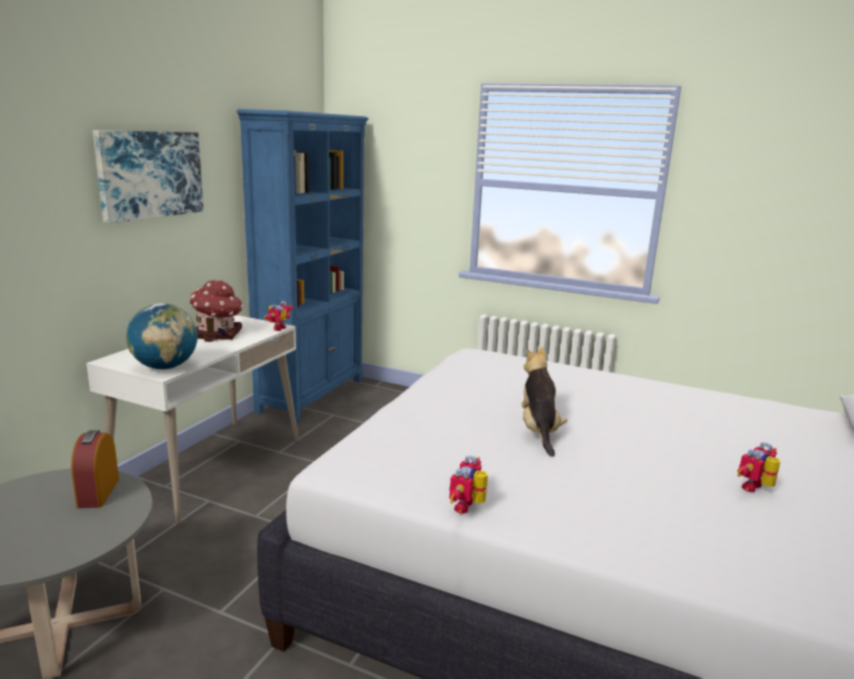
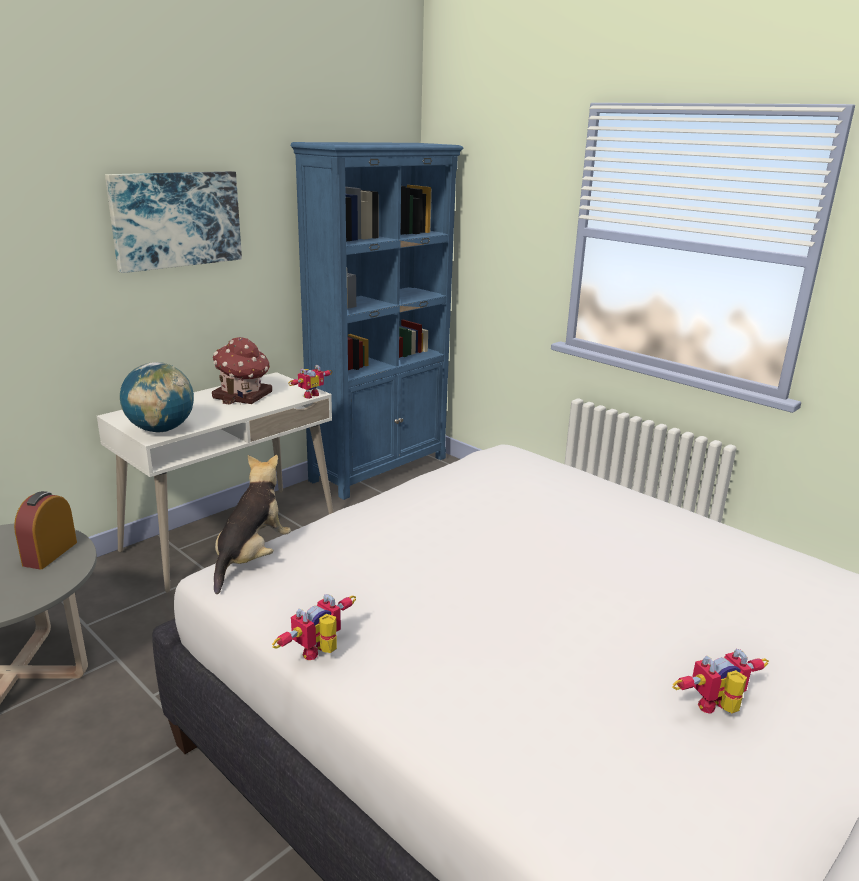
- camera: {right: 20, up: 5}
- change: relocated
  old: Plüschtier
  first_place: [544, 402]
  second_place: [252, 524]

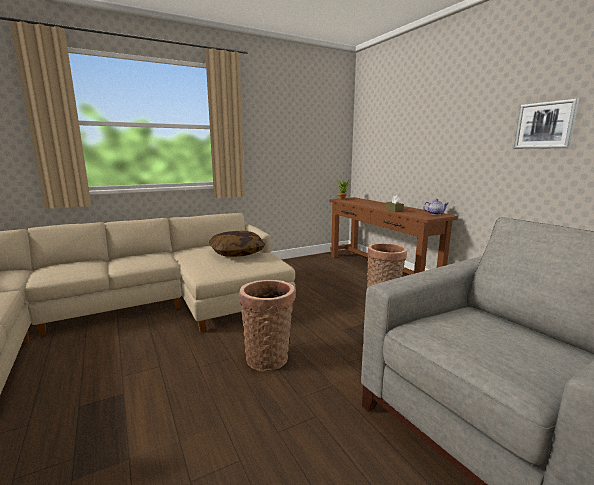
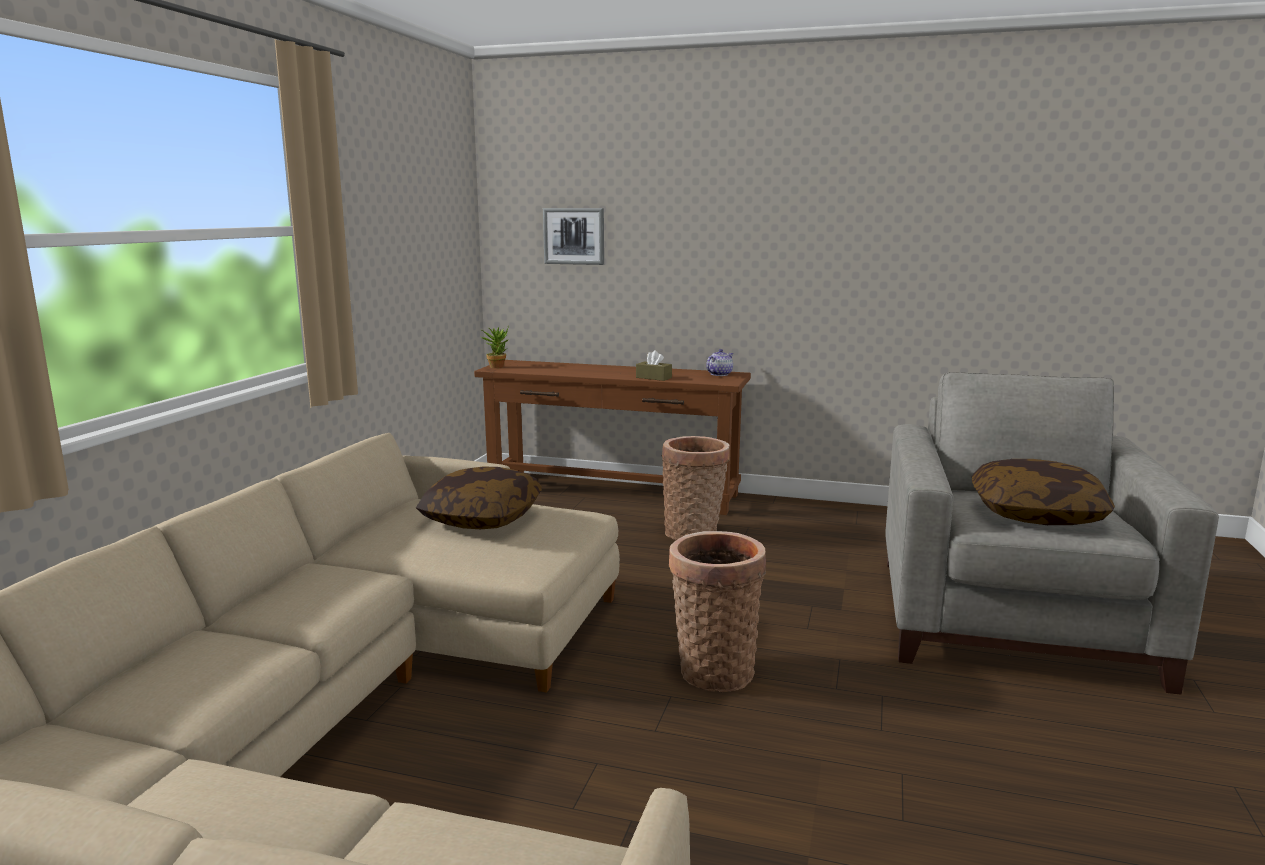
- camera: {right: -45, up: 0}
- change: relocated
  old: Bild
  first_place: [546, 124]
  second_place: [573, 236]
- change: appeared
  new: Kissen
  second_place: [1043, 492]

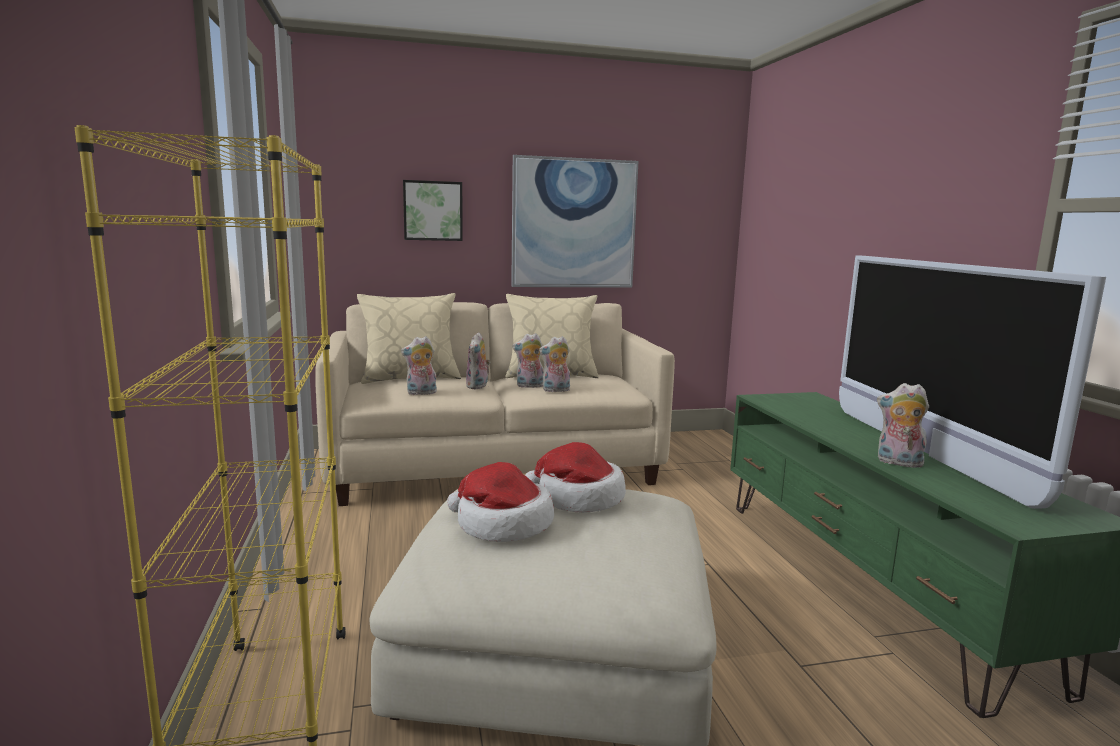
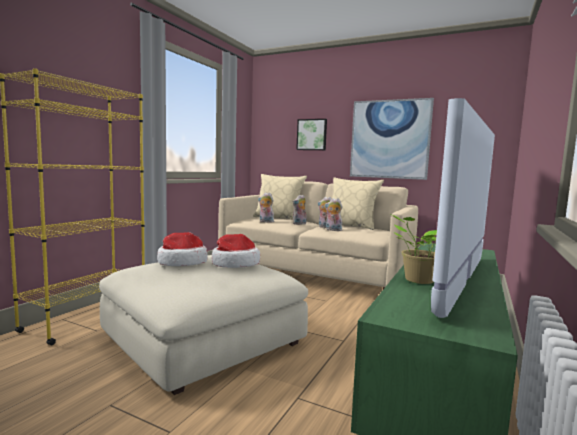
- camera: {right: 40, up: -5}
- change: exchanged
  old: Plüschtier
  new: Topfpflanze
  first_place: [903, 425]
  second_place: [413, 249]

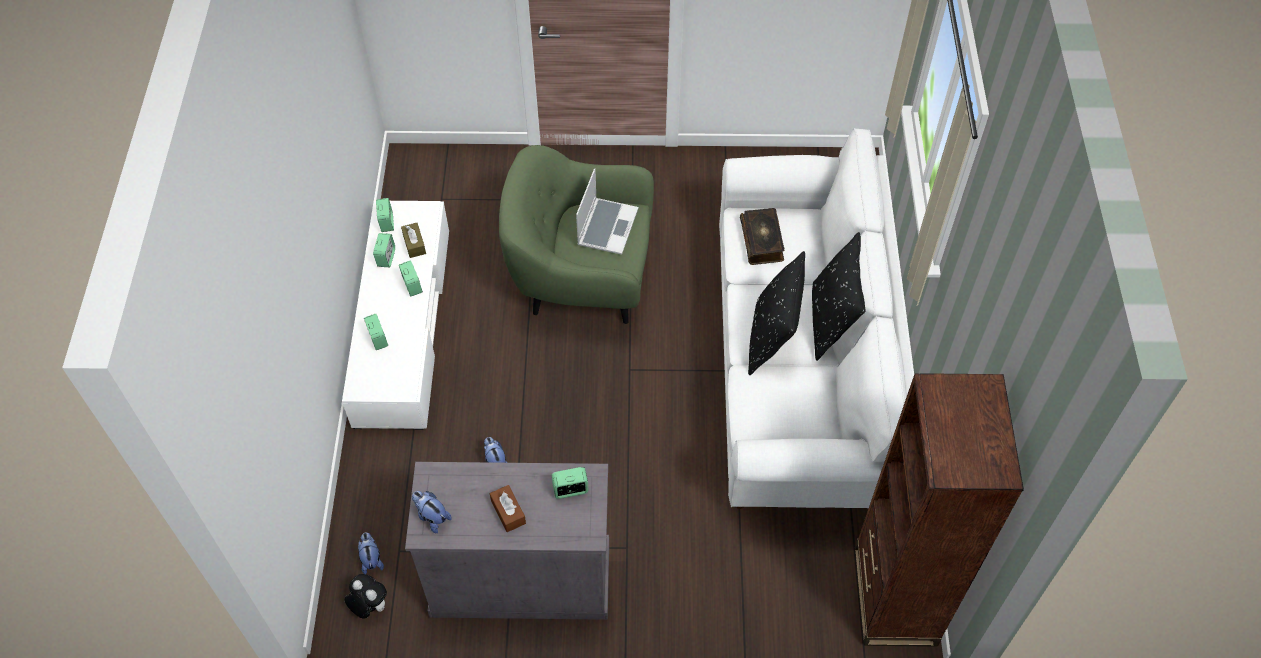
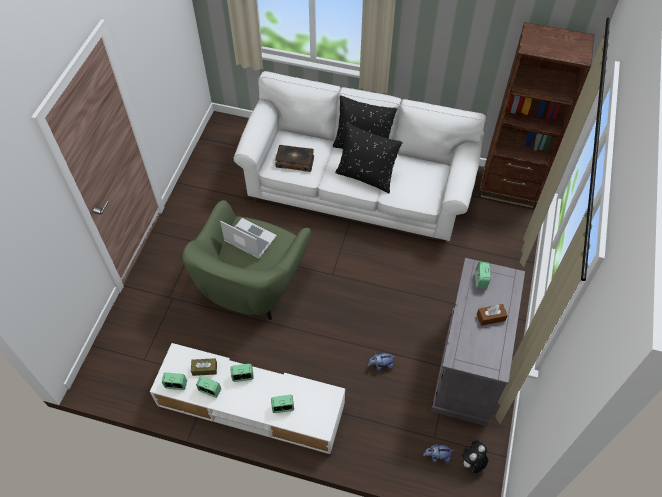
- camera: {right: -75, up: 0}
- change: missing
  old: Plüschtier
  first_place: [432, 512]

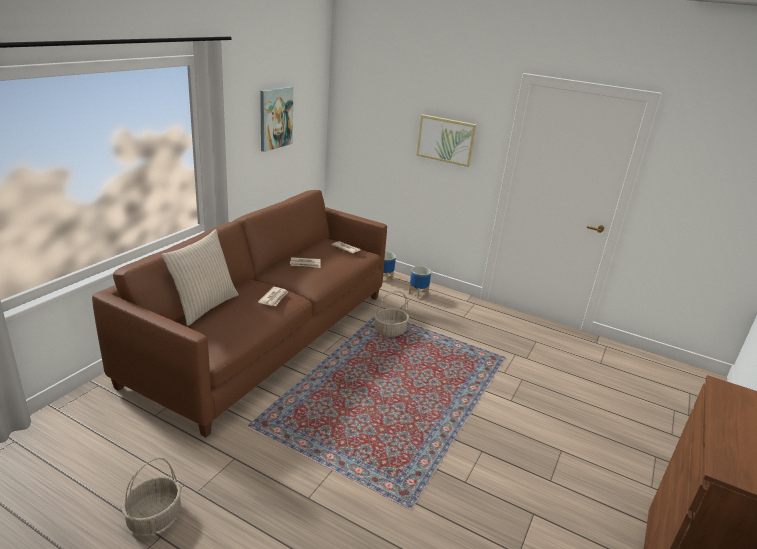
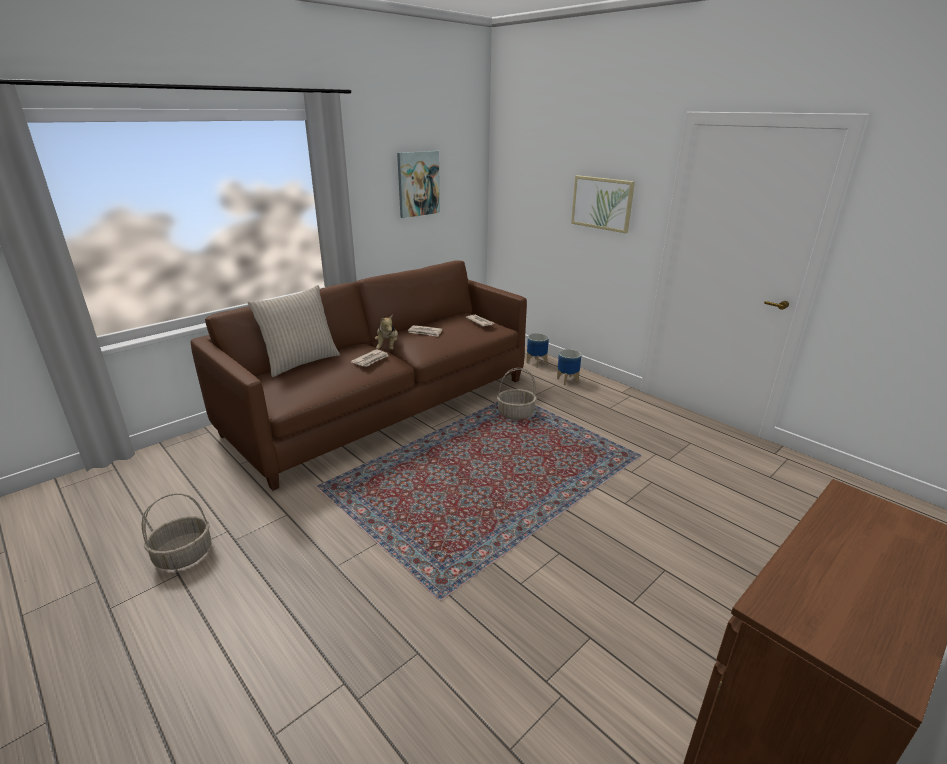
- camera: {right: 20, up: 0}
- change: appeared
  new: Plüschtier
  second_place: [386, 332]

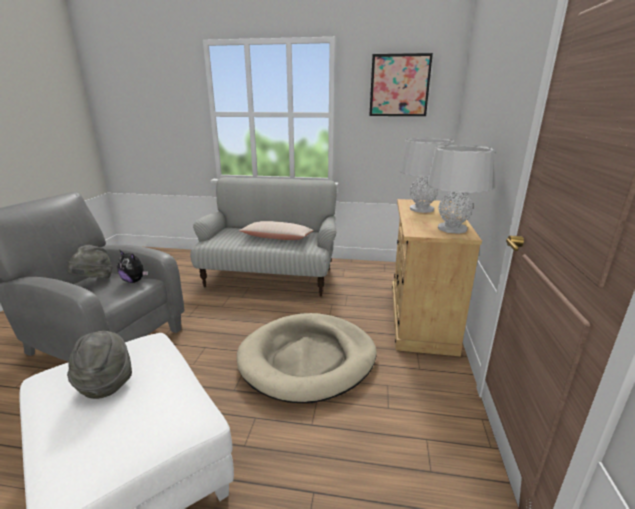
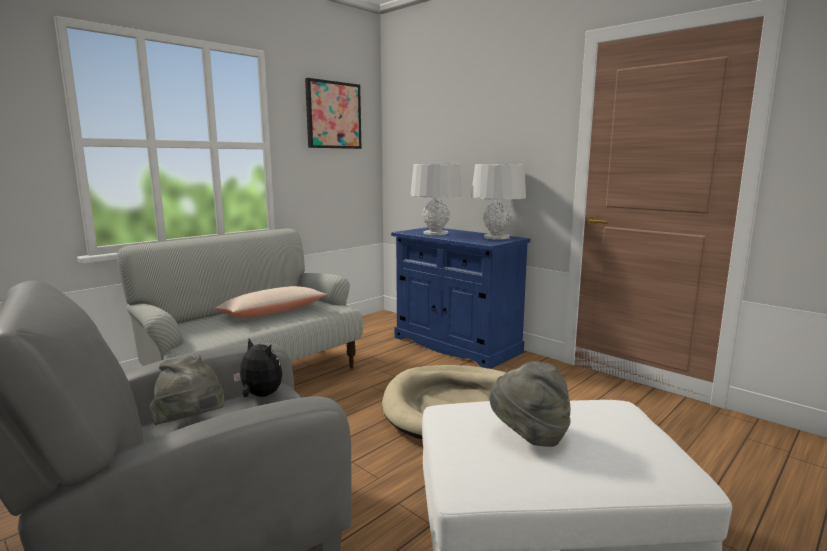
- camera: {right: -55, up: -10}
- change: colour
  old: Schrank (beige)
  new: Schrank (blau)
  first_place: [437, 277]
  second_place: [460, 298]
- change: spun
  old: Plüschtier
  first_place: [132, 266]
  second_place: [257, 367]
  degrees: -120

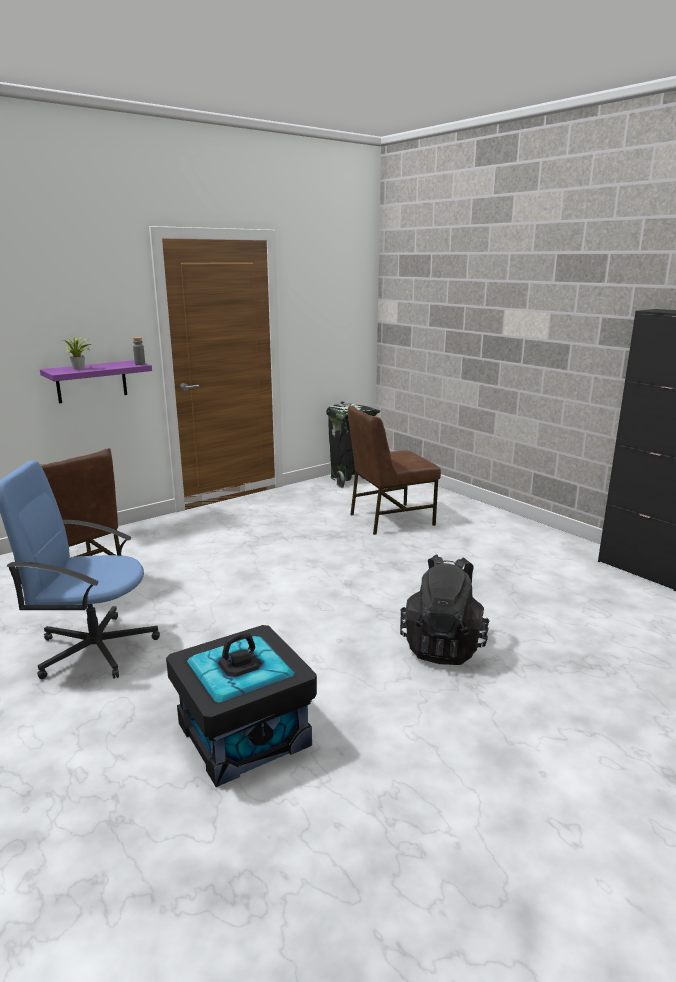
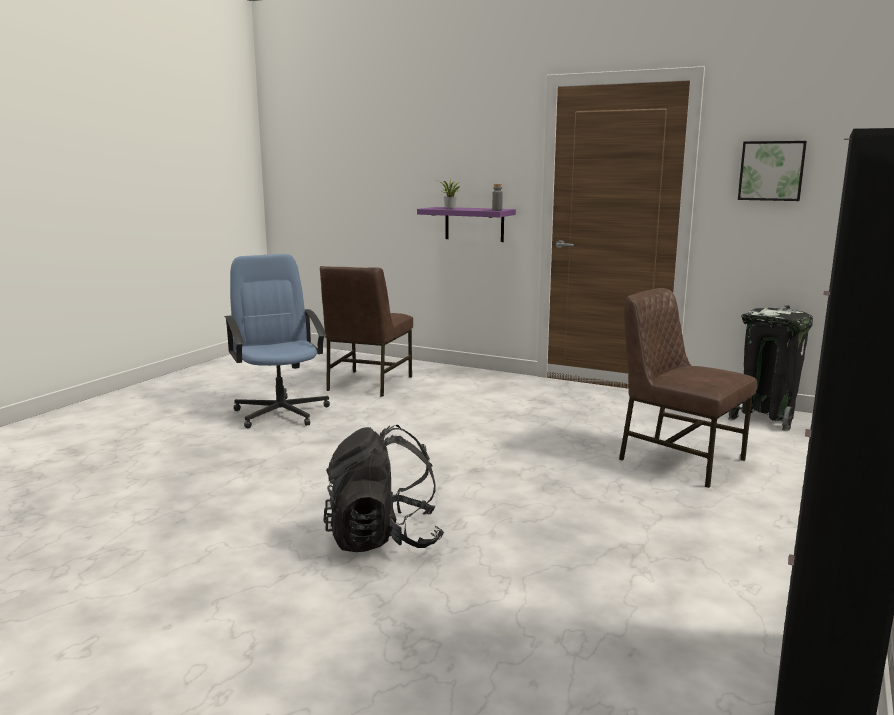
- camera: {right: 65, up: -5}
- change: missing
  old: Aufbewahrungsbox (schwarz)
  first_place: [241, 706]
- change: appeared
  new: Bild
  second_place: [772, 171]

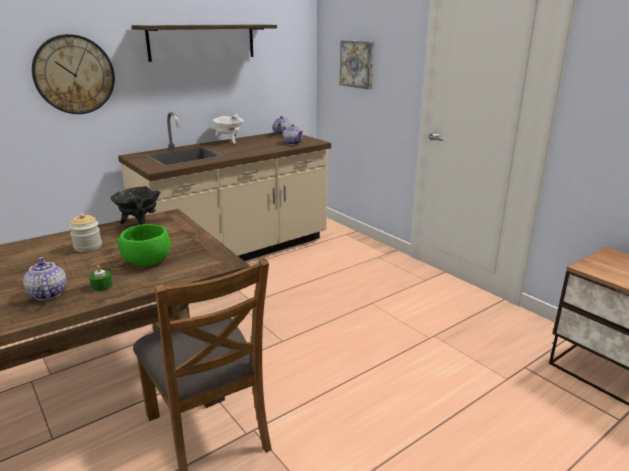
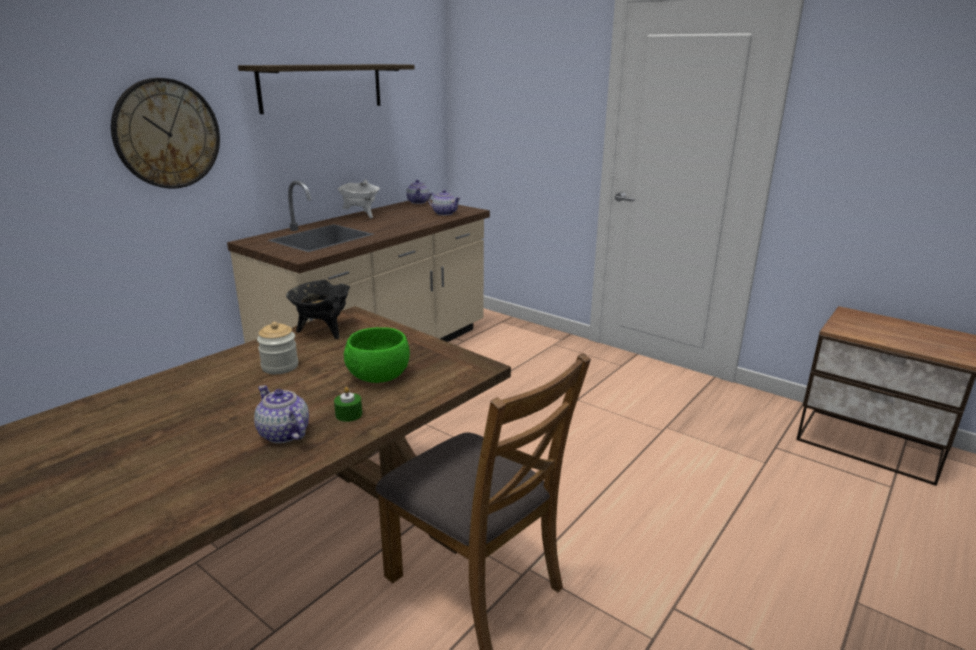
- camera: {right: -15, up: 0}
- change: missing
  old: Bild
  first_place: [357, 64]

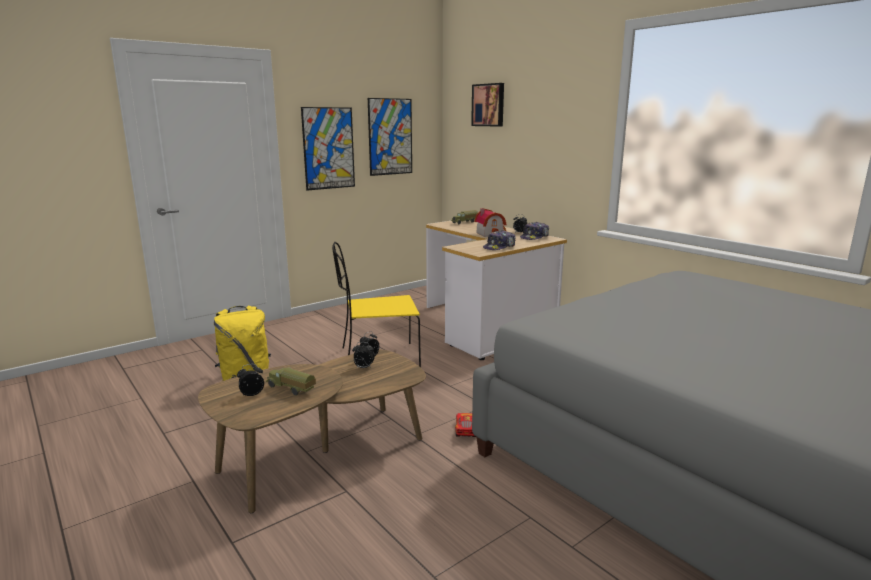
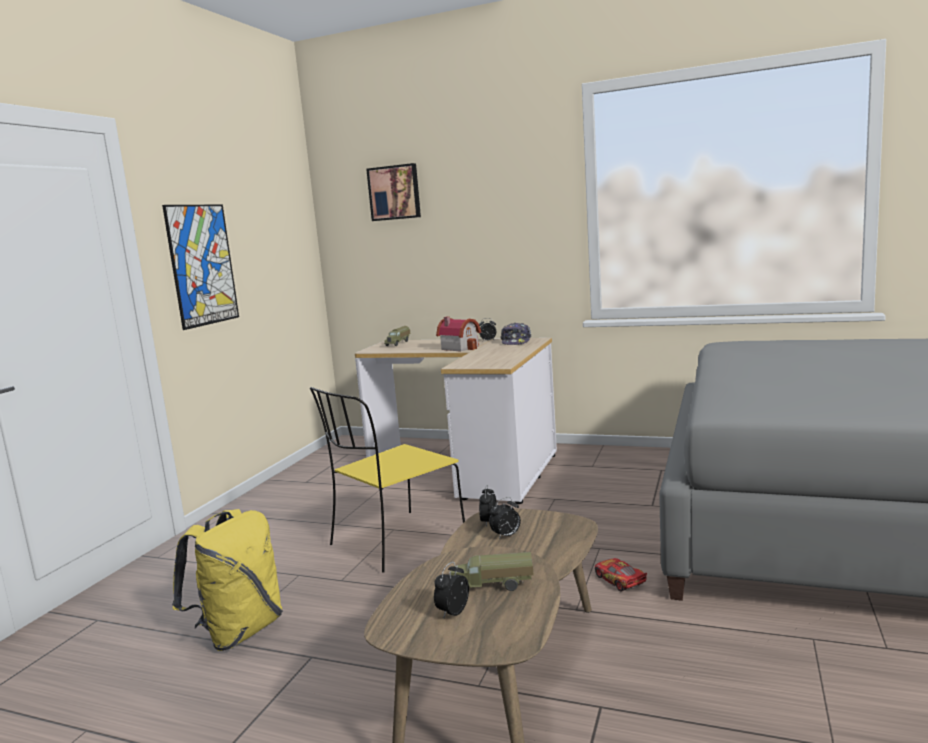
- camera: {right: -30, up: -5}
- change: missing
  old: Bild
  first_place: [390, 137]
- change: missing
  old: Kappe
  first_place: [499, 240]

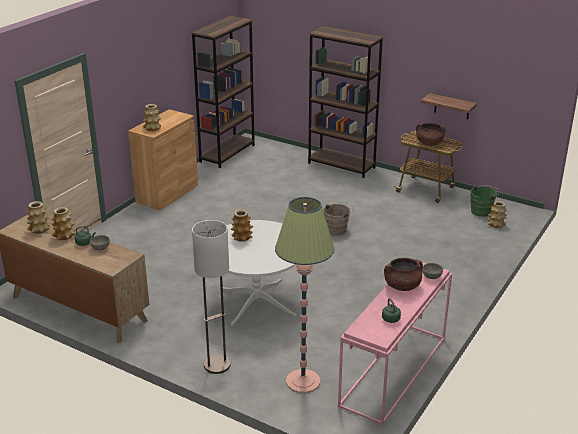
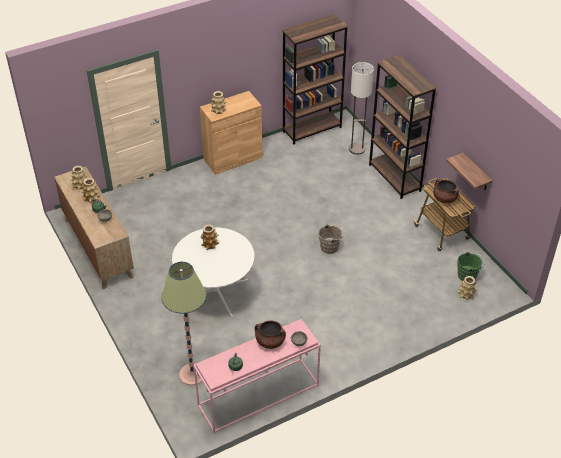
- camera: {right: 30, up: 15}
- change: relocated
  old: Stehlampe
  first_place: [211, 297]
  second_place: [361, 108]

